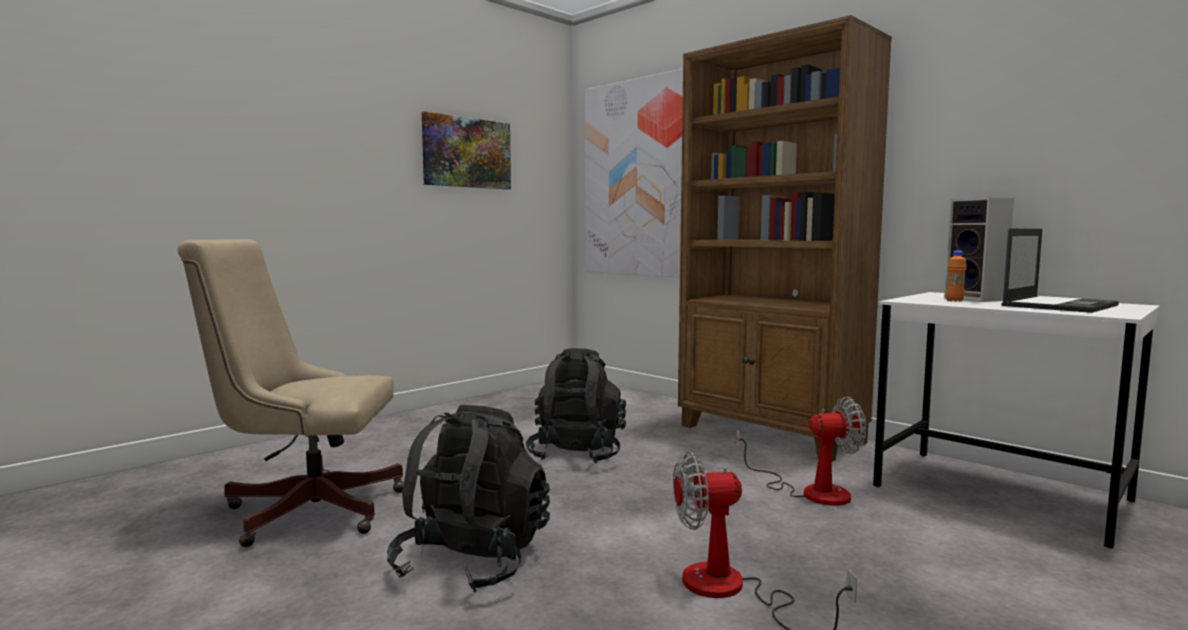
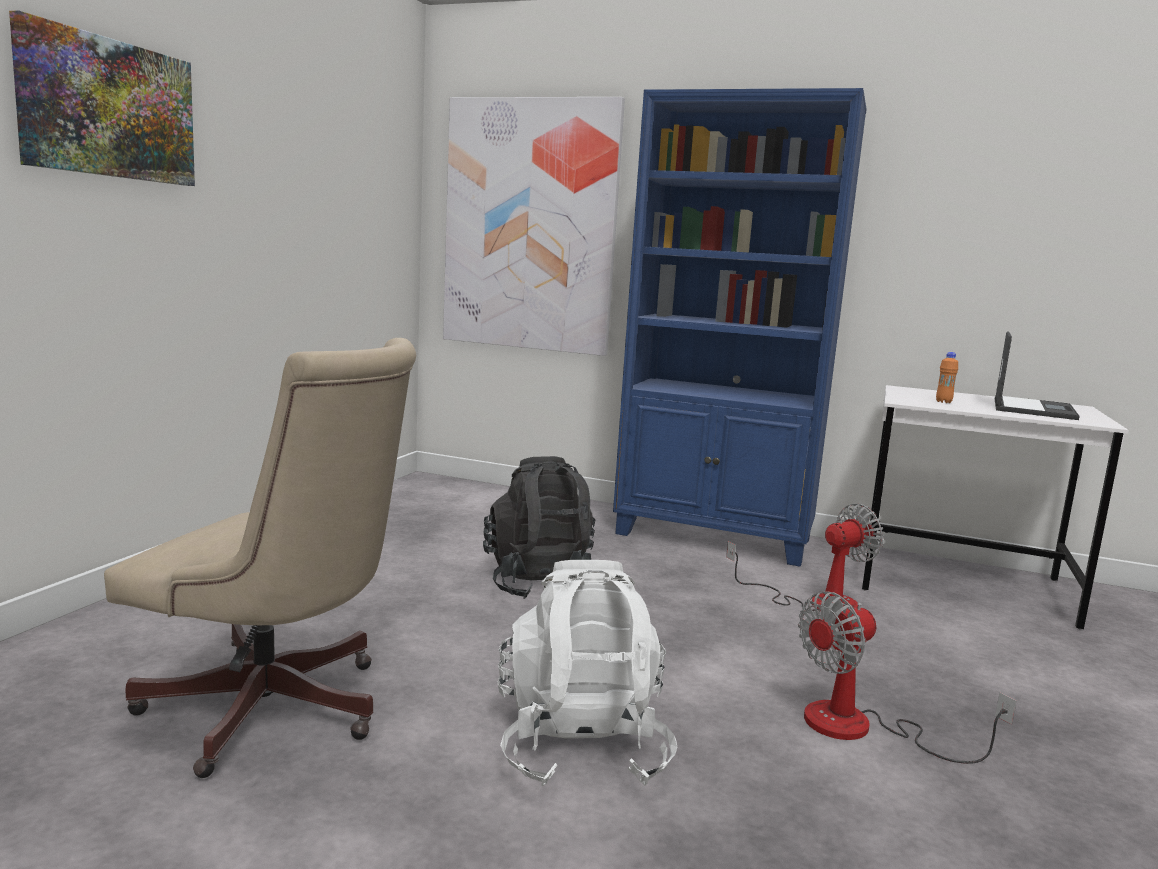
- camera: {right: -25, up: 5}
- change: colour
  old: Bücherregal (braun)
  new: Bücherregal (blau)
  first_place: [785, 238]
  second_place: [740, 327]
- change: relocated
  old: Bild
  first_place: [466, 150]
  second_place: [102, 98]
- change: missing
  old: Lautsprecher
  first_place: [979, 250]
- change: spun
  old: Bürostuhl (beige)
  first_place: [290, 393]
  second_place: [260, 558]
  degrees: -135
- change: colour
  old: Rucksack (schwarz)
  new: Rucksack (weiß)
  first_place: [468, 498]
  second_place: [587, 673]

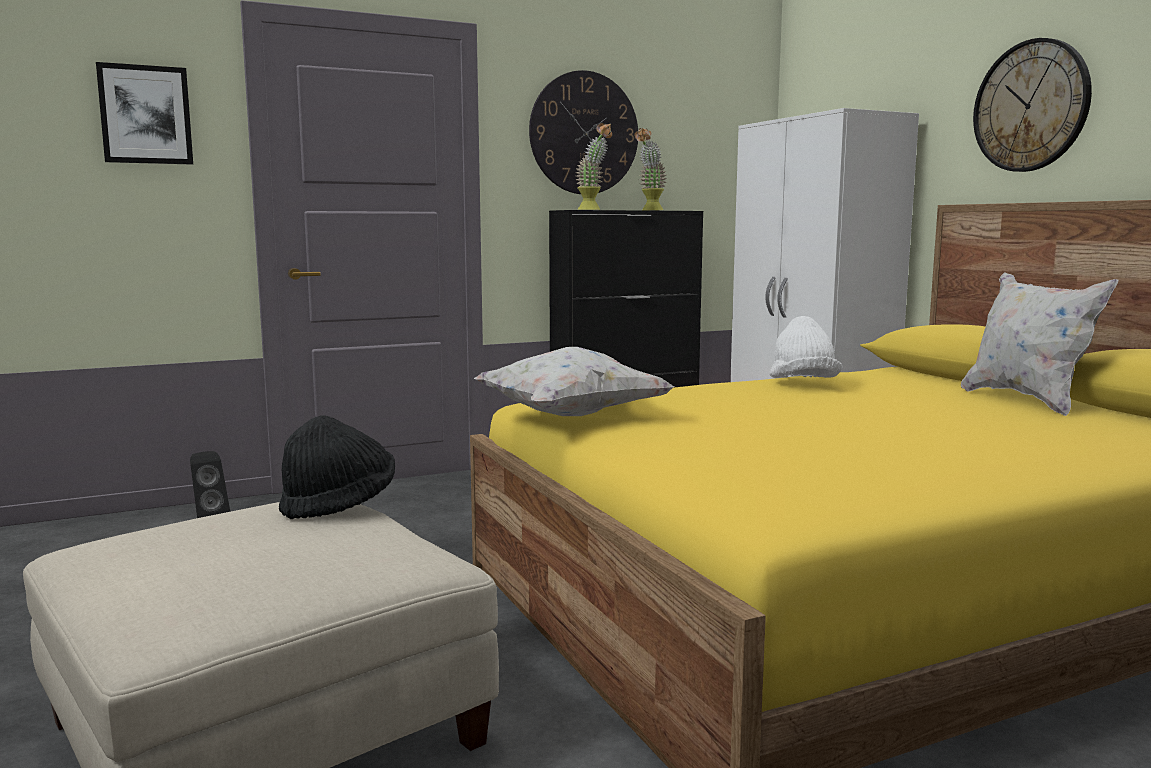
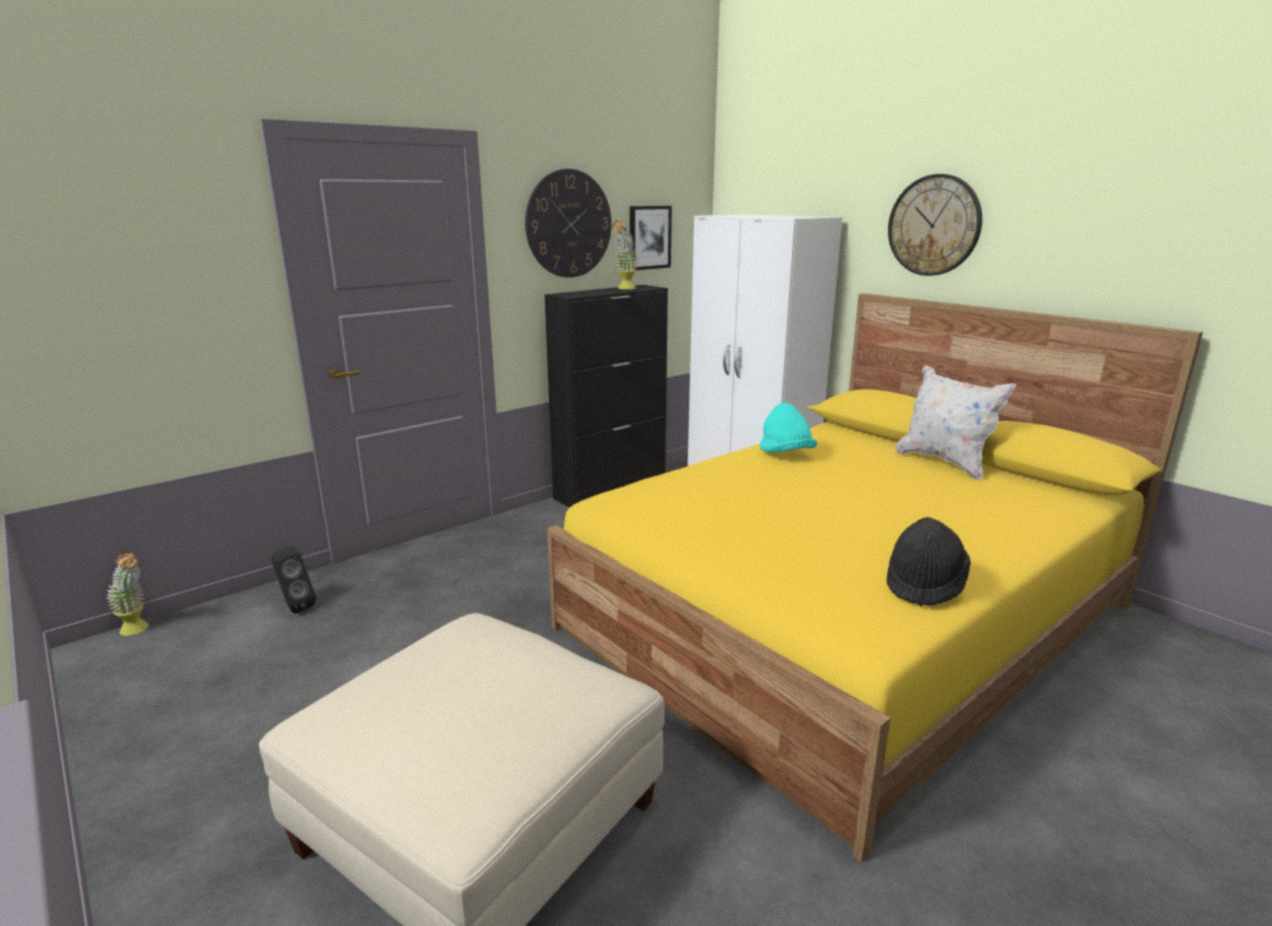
- camera: {right: -15, up: 10}
- change: relocated
  old: Bild
  first_place: [144, 113]
  second_place: [651, 238]
- change: relocated
  old: Topfpflanze
  first_place: [593, 166]
  second_place: [127, 594]
- change: colour
  old: Hut (weiß)
  new: Hut (türkis)
  first_place: [805, 347]
  second_place: [788, 427]
- change: missing
  old: Kissen (weiß)
  first_place: [574, 381]
- change: relocated
  old: Hut (schwarz)
  first_place: [337, 467]
  second_place: [928, 562]

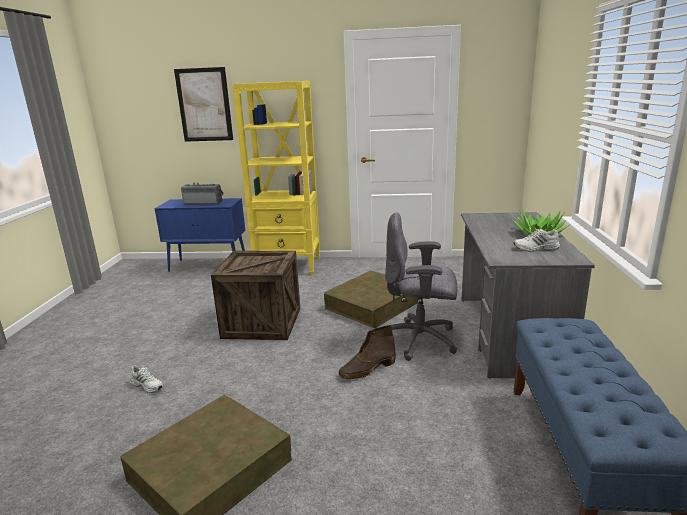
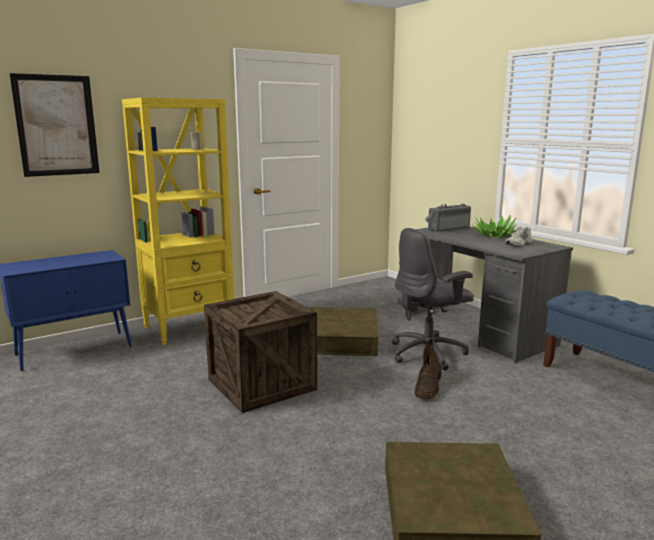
- camera: {right: -40, up: -5}
- change: relocated
  old: Radio
  first_place: [202, 193]
  second_place: [448, 218]
- change: missing
  old: Schuh (weiß)
  first_place: [146, 379]

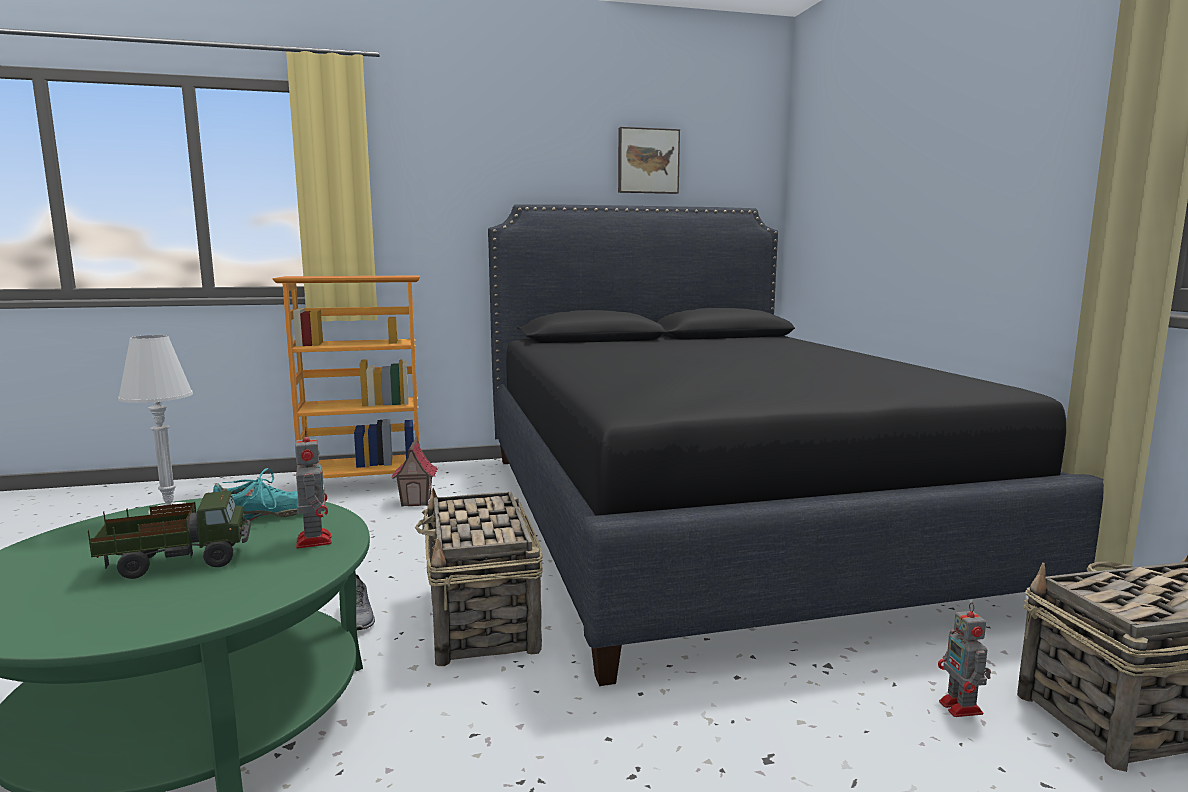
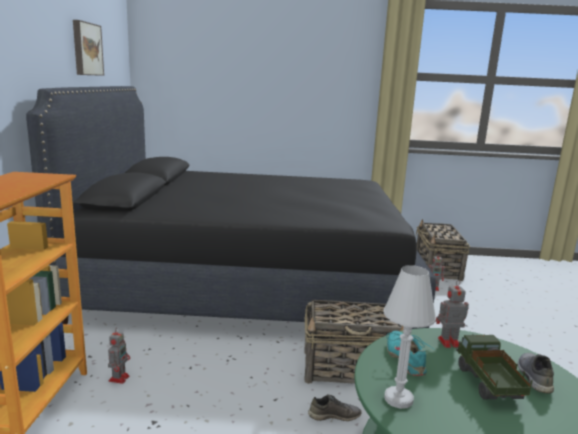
- camera: {right: -75, up: 5}
- change: exchanged
  old: Spielzeughaus
  new: Spielzeugroboter
  first_place: [414, 471]
  second_place: [119, 356]
- change: appeared
  new: Schuh (grau)
  second_place: [536, 373]

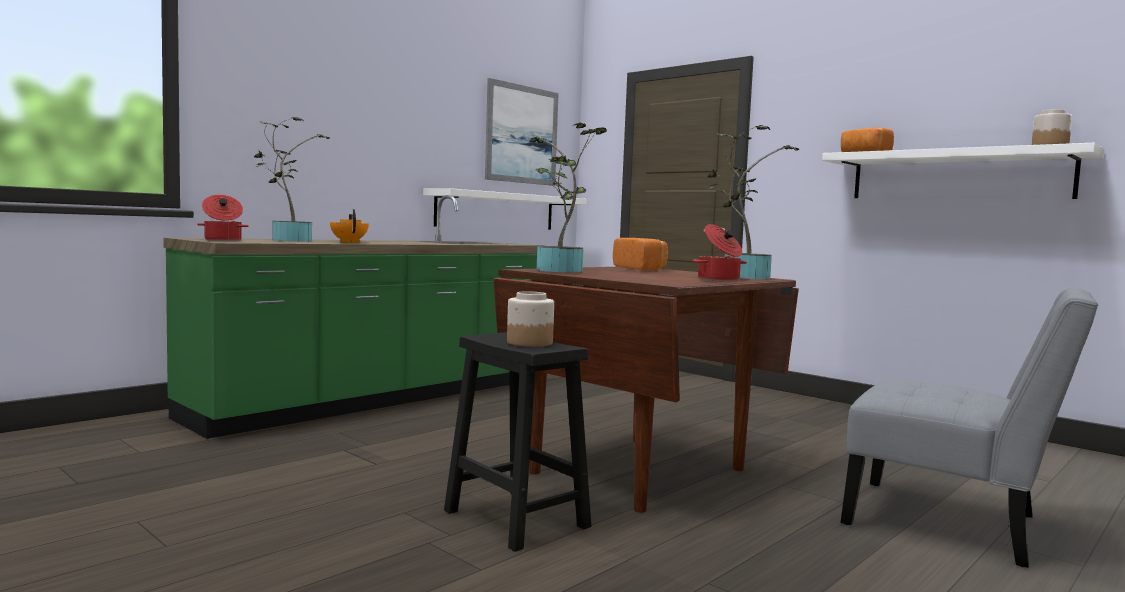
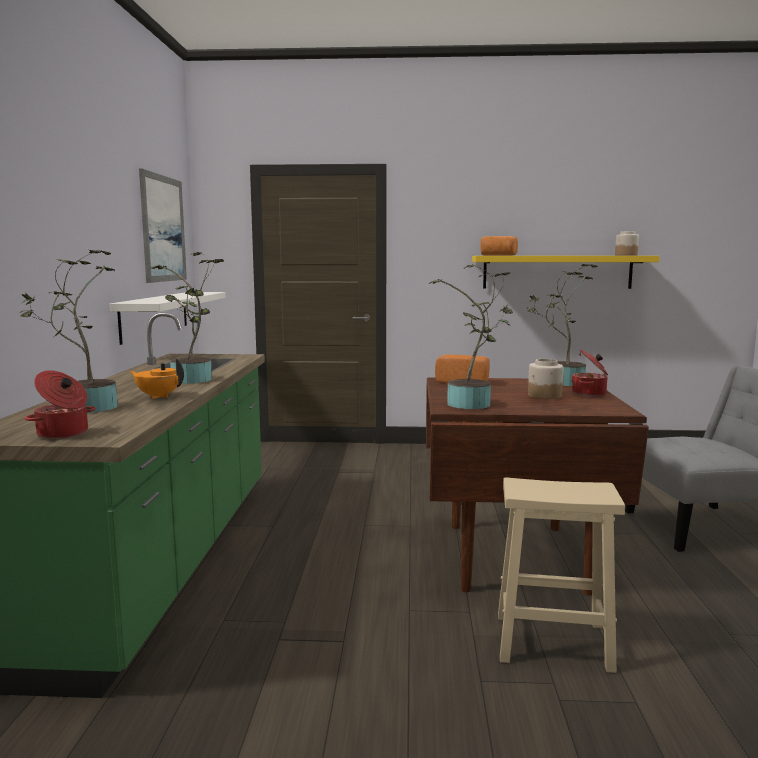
- camera: {right: -40, up: 5}
- change: colour
  old: Wandregal (weiß)
  new: Wandregal (gelb)
  first_place: [963, 171]
  second_place: [566, 272]
- change: relocated
  old: Vorratsglas
  first_place: [530, 319]
  second_place: [545, 379]
- change: colour
  old: Hocker (schwarz)
  new: Hocker (beige)
  first_place: [517, 442]
  second_place: [561, 575]
- change: appeared
  new: Topfpflanze
  second_place: [188, 318]

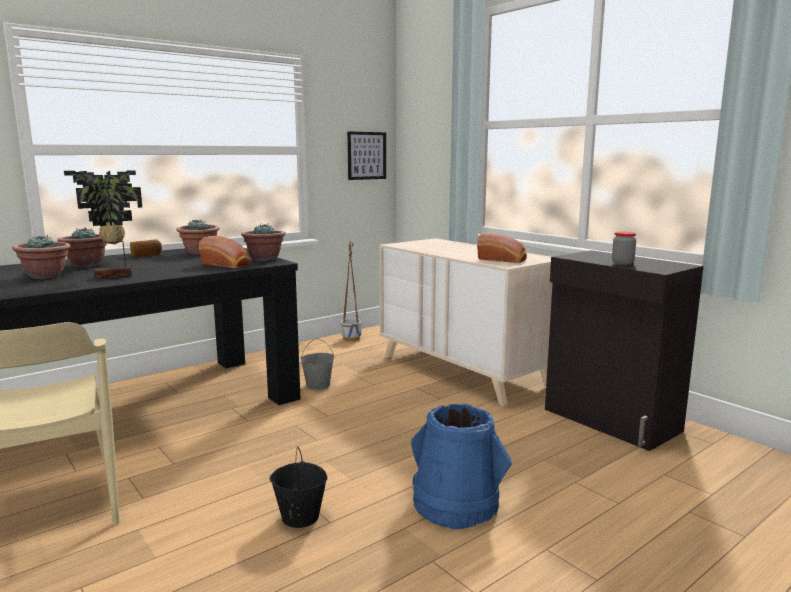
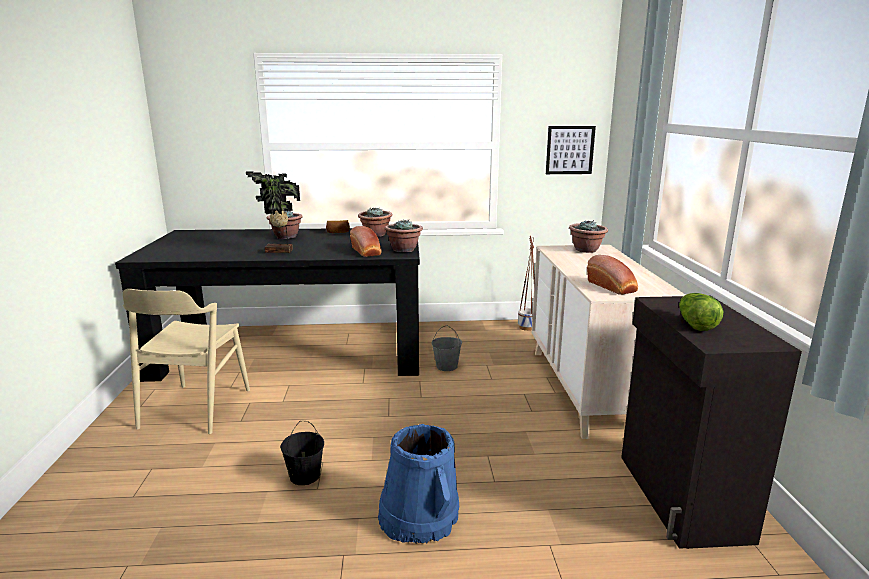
- camera: {right: 35, up: 5}
- change: exchanged
  old: Vorratsglas
  new: Salatkopf
  first_place: [624, 248]
  second_place: [701, 312]
- change: relocated
  old: Topfpflanze
  first_place: [41, 257]
  second_place: [588, 236]

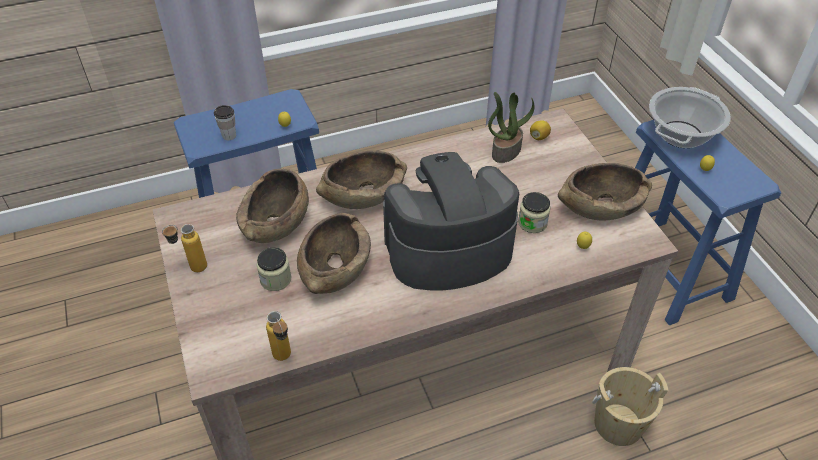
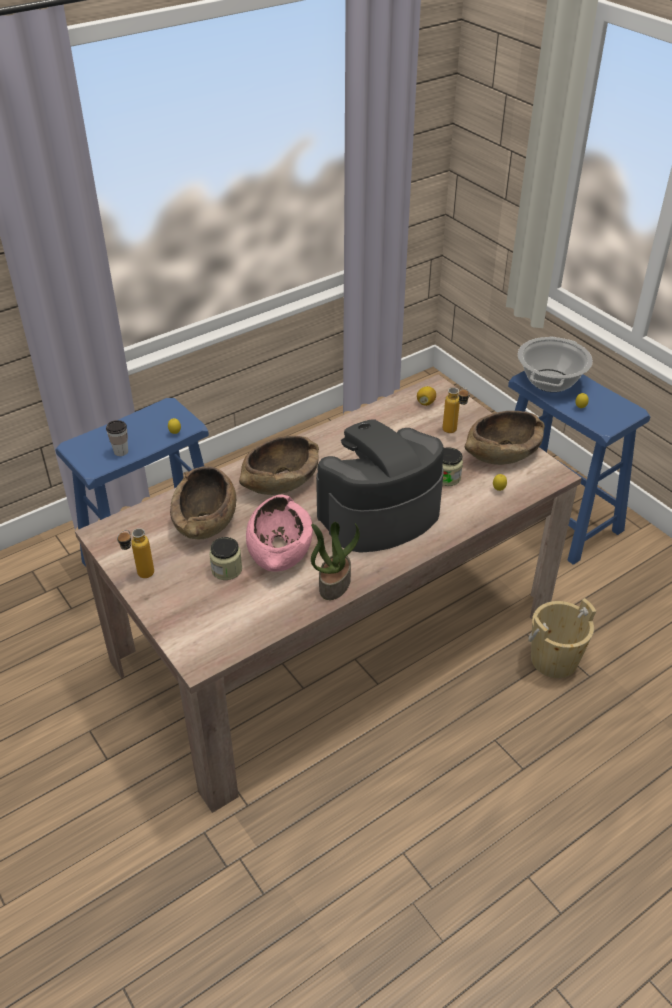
- camera: {right: -15, up: -5}
- change: relocated
  old: Topfpflanze
  first_place: [511, 127]
  second_place: [335, 561]
- change: colour
  old: Schüssel (braun)
  new: Schüssel (rosa)
  first_place: [334, 253]
  second_place: [279, 533]
- change: relocated
  old: Flasche
  first_place: [278, 336]
  second_place: [456, 410]

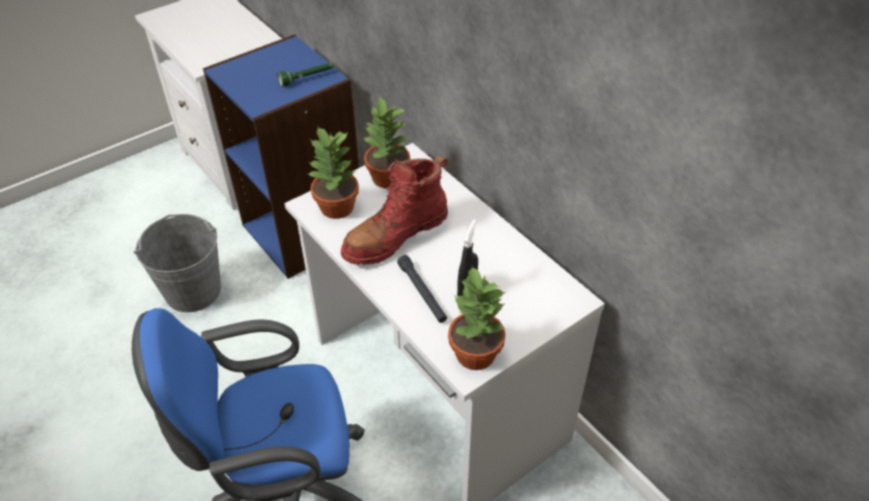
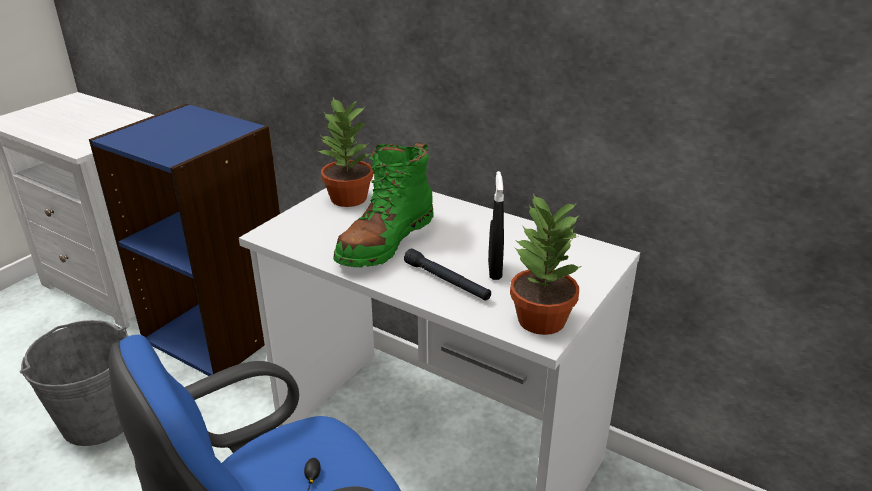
- camera: {right: -20, up: -15}
- change: missing
  old: Taschenlampe (grün)
  first_place: [305, 75]
- change: missing
  old: Topfpflanze
  first_place: [333, 172]
- change: colour
  old: Stiefel (rot)
  new: Stiefel (grün)
  first_place: [394, 210]
  second_place: [383, 205]

